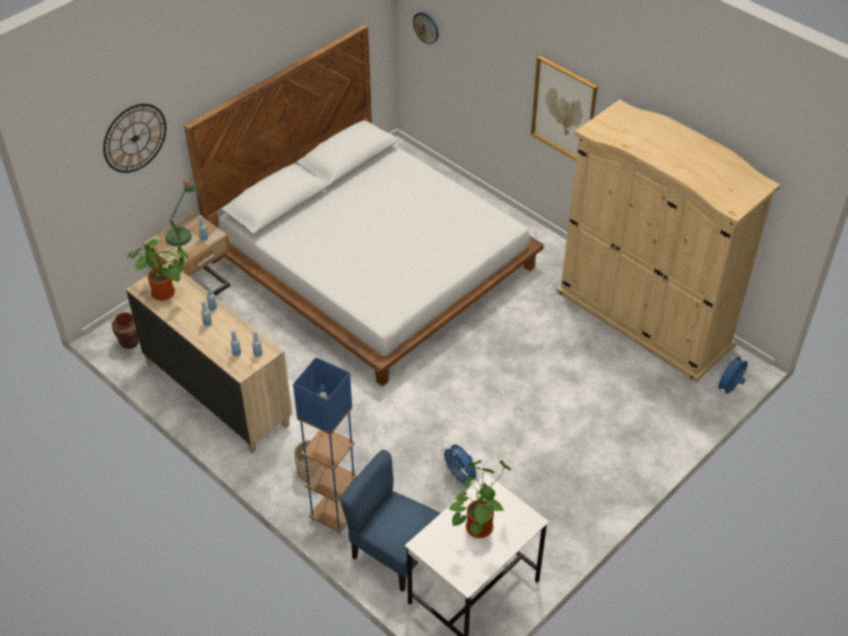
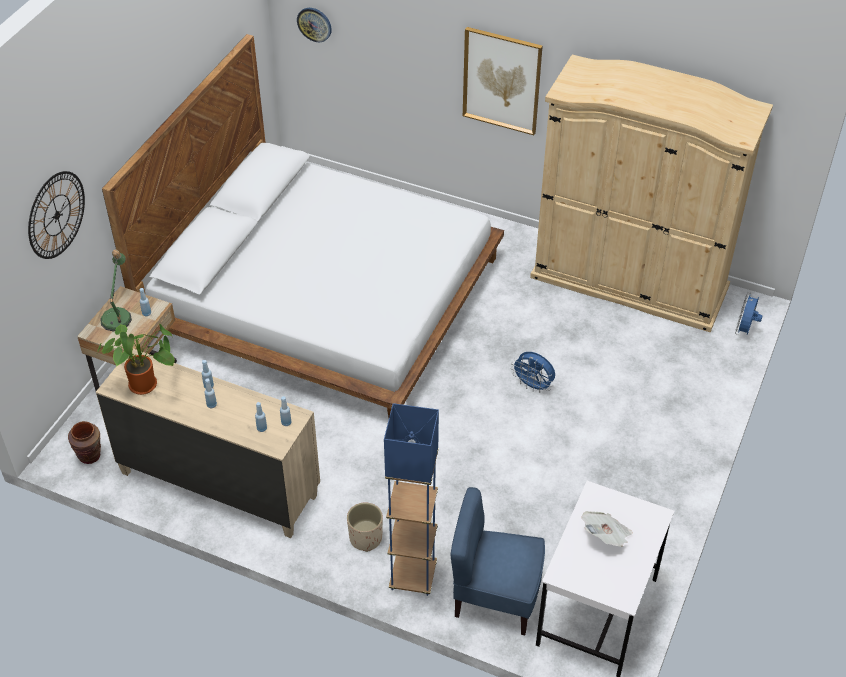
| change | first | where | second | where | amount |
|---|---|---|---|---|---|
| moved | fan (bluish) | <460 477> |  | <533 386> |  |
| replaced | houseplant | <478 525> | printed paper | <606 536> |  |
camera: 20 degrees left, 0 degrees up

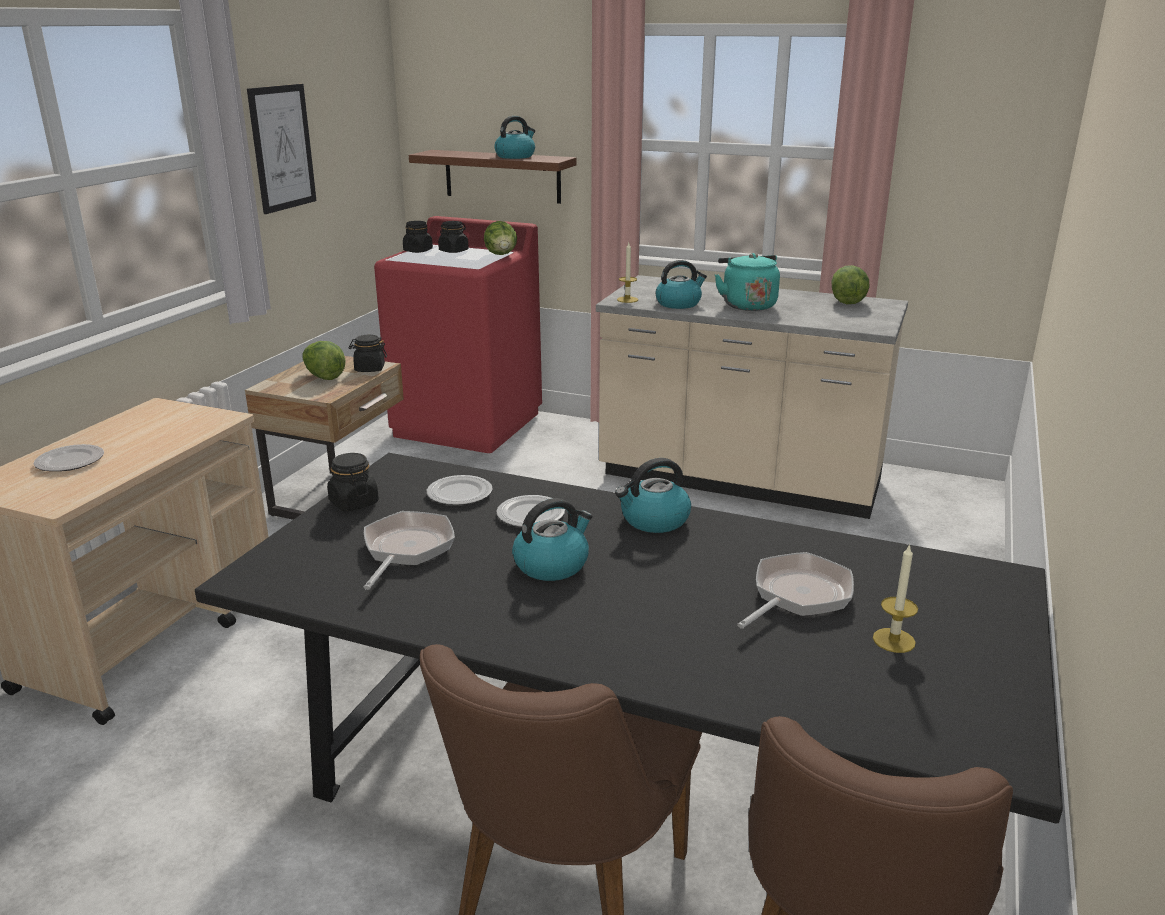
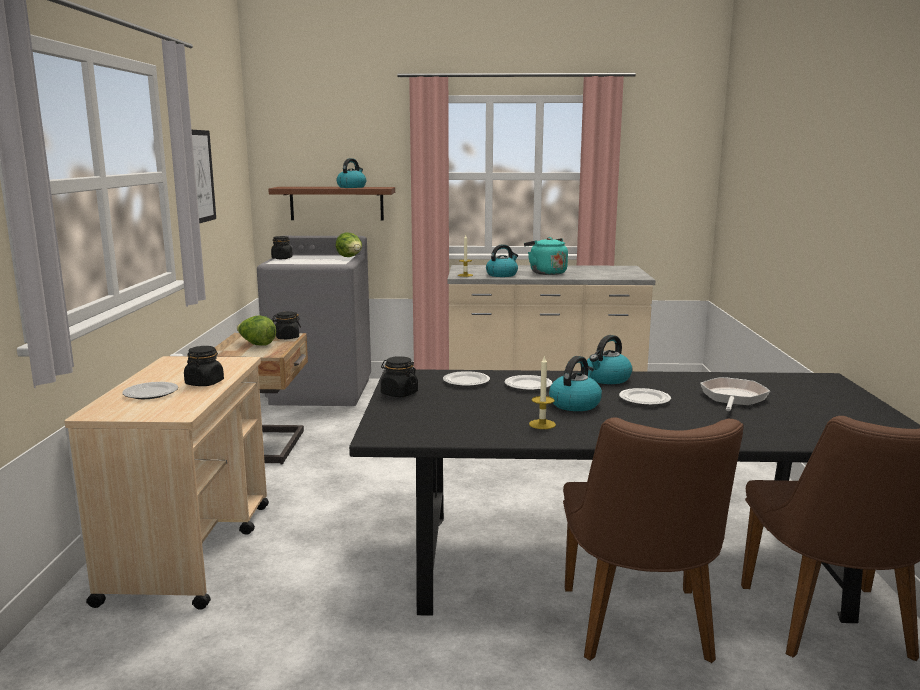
| change | first | where | second | where | amount |
|---|---|---|---|---|---|
| removed | pan | <406 549> |  |  |  |
| removed | head of lettuce | <847 301> |  |  |  |
| added |  |  | flat dish | <644 399> |  |
| moved | preserve jar (black) | <453 251> |  | <204 383> |  |
| moved | wax candle | <893 640> |  | <542 424> |  |
| recoloured | laundry machine (red) | <468 424> | laundry machine (greyish) | <321 391> |  |
camera: 20 degrees left, 10 degrees down

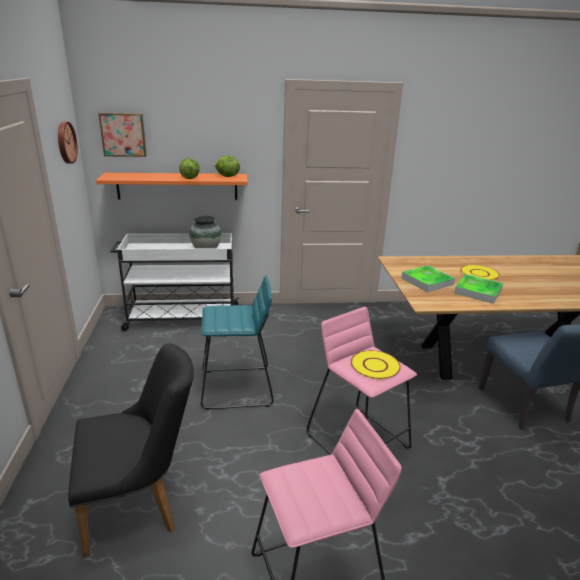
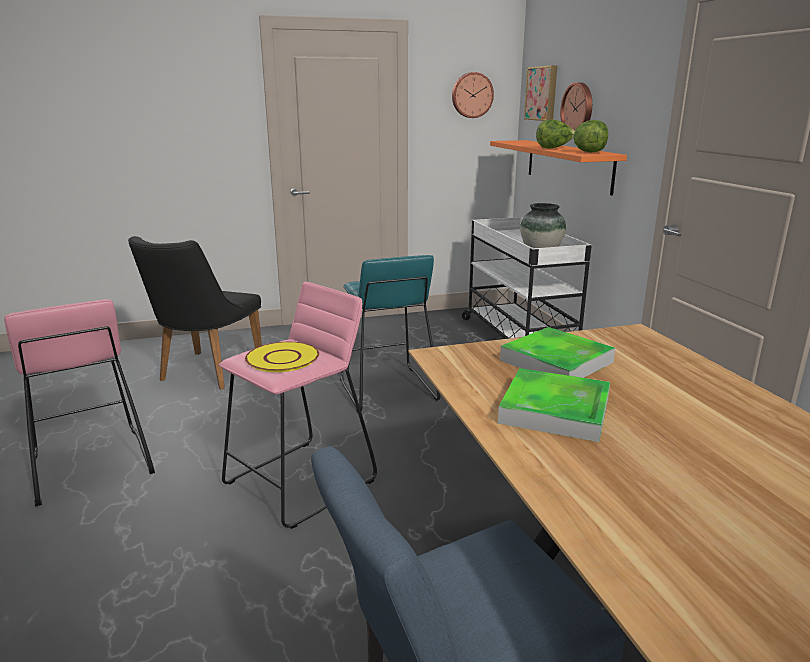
| change | first | where | second | where | amount |
|---|---|---|---|---|---|
| removed | flat dish (yellow-coloured) | <479 273> |  |  |  |
| added |  |  | hanging clock | <578 109> |  |
| turned | chair (black) | <141 505> |  | <205 374> | 45 degrees clockwise |
camera: 80 degrees right, 5 degrees down

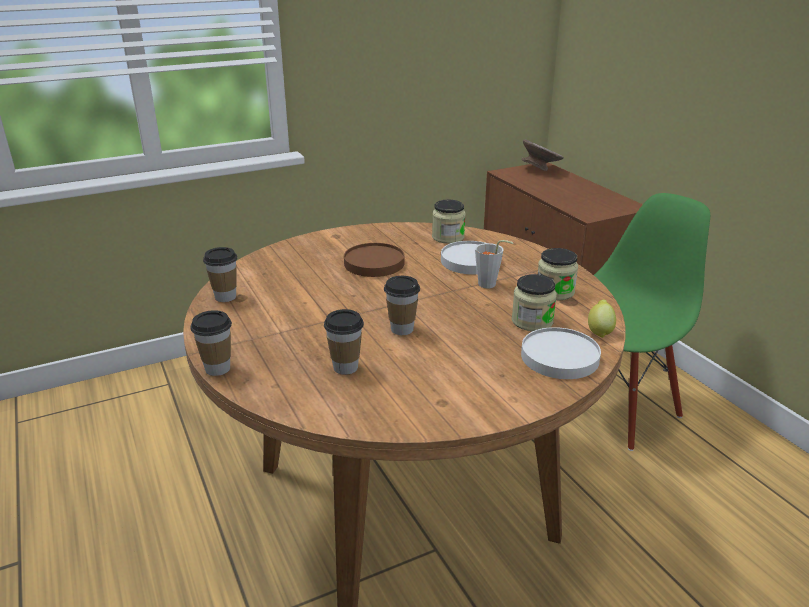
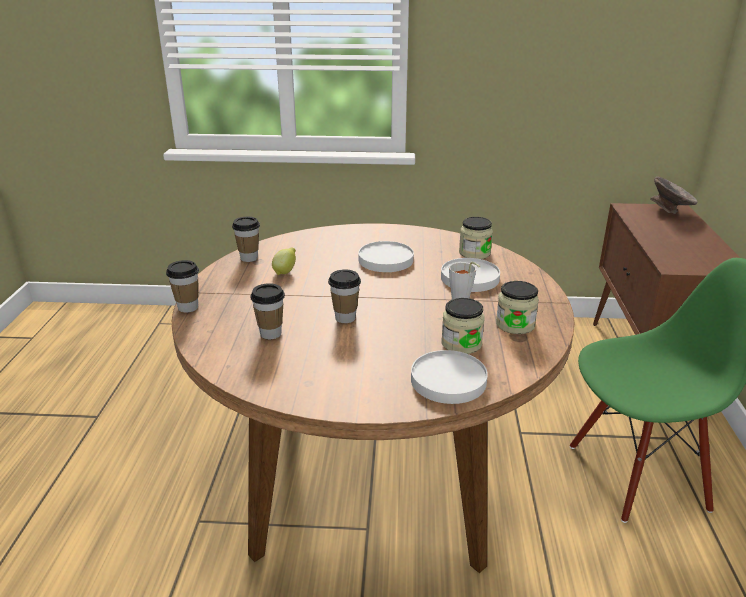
| change | first | where | second | where | amount |
|---|---|---|---|---|---|
| moved | lemon | <599 331> |  | <285 272> |  |
| recoloured | flat dish (brown-coloured) | <374 263> | flat dish (white-coloured) | <385 260> |  |
camera: 30 degrees right, 0 degrees up

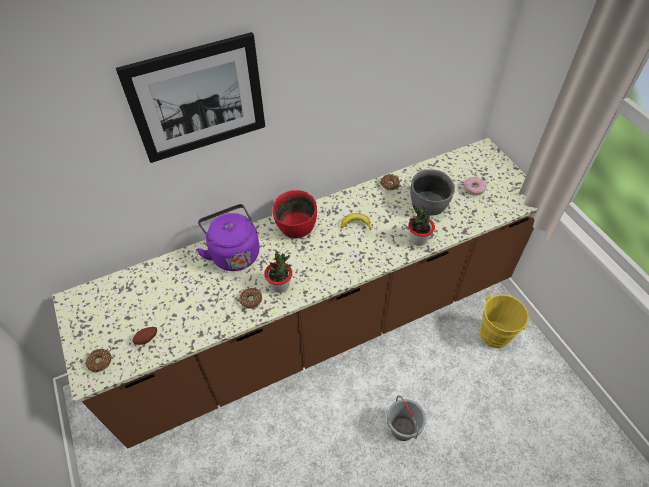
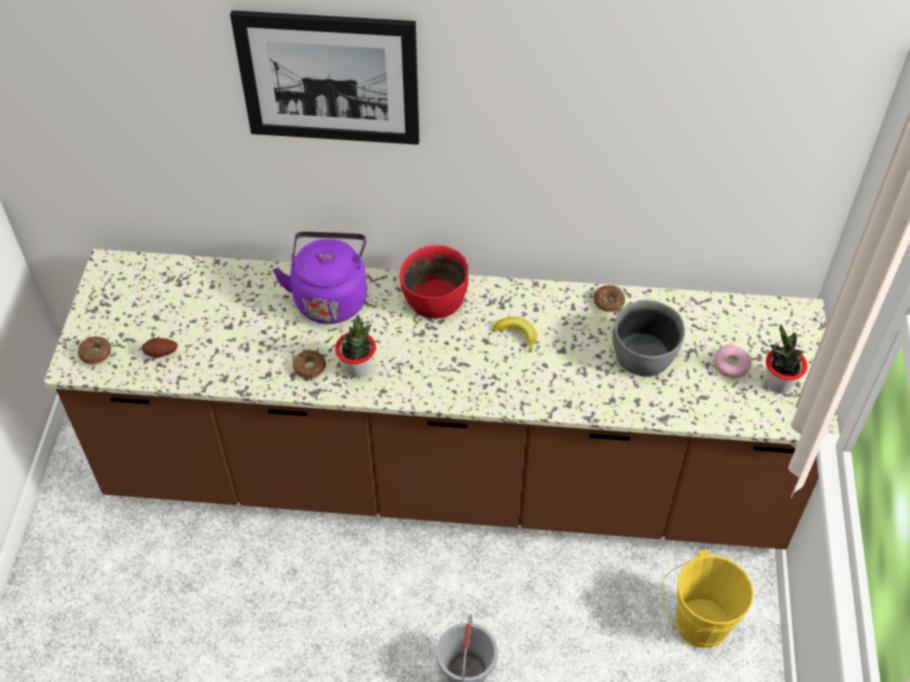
| change | first | where | second | where | amount |
|---|---|---|---|---|---|
| moved | houseplant | <418 239> |  | <779 383> |  |
camera: 30 degrees right, 0 degrees up

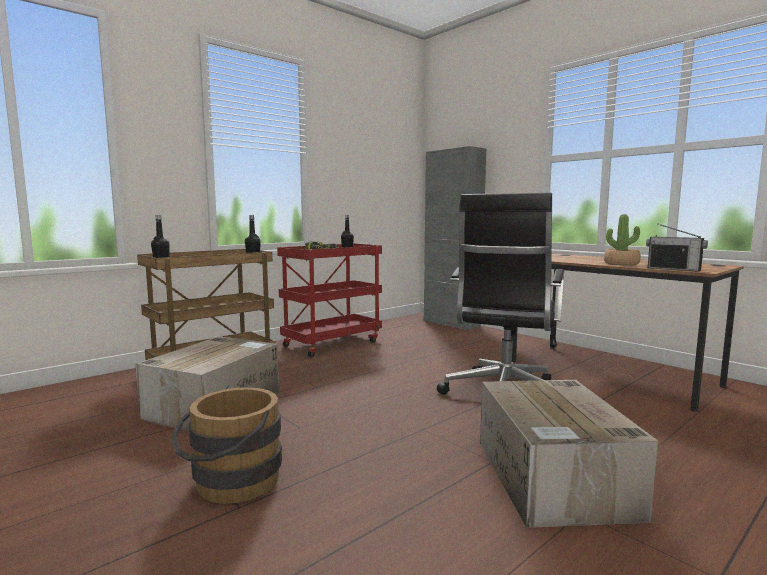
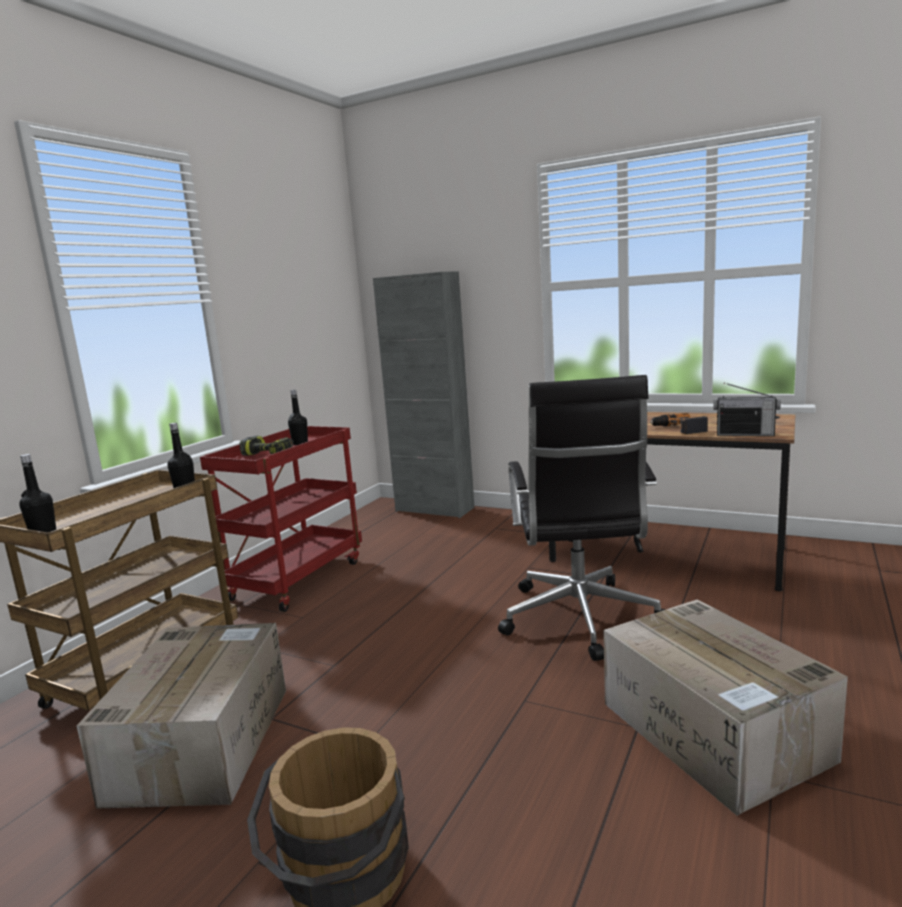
| change | first | where | second | where | amount |
|---|---|---|---|---|---|
| replaced | houseplant | <621 264> | drill | <678 429> |  |
camera: 20 degrees left, 5 degrees up

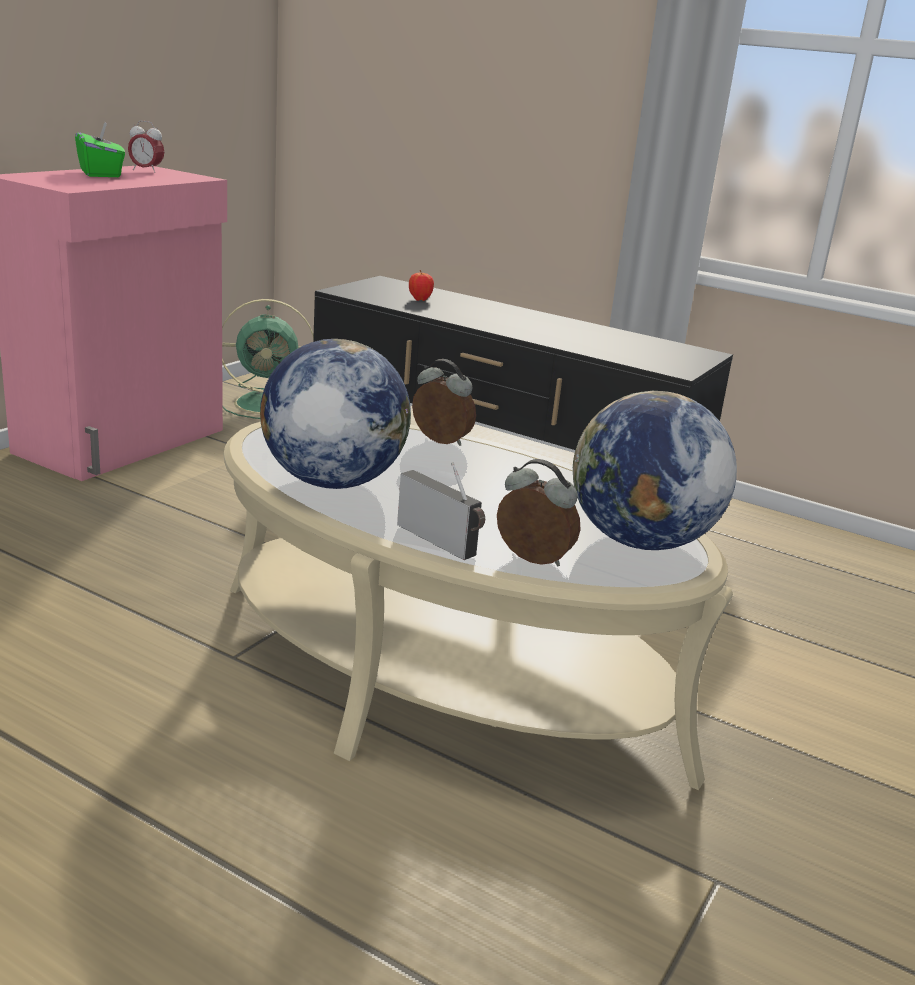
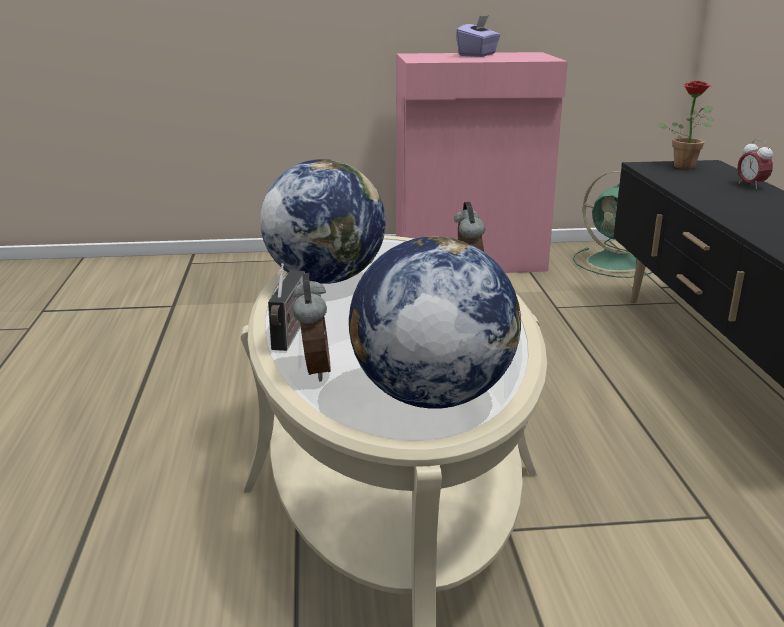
| change | first | where | second | where | amount |
|---|---|---|---|---|---|
| removed | whole apple | <420 300> |  |  |  |
| added |  |  | houseplant | <685 166> |  |
| moved | bedside clock | <146 171> |  | <751 185> |  |
| recoloured | tissue box (green-coloured) | <101 174> | tissue box (purple) | <478 55> |  |
camera: 55 degrees right, 0 degrees up

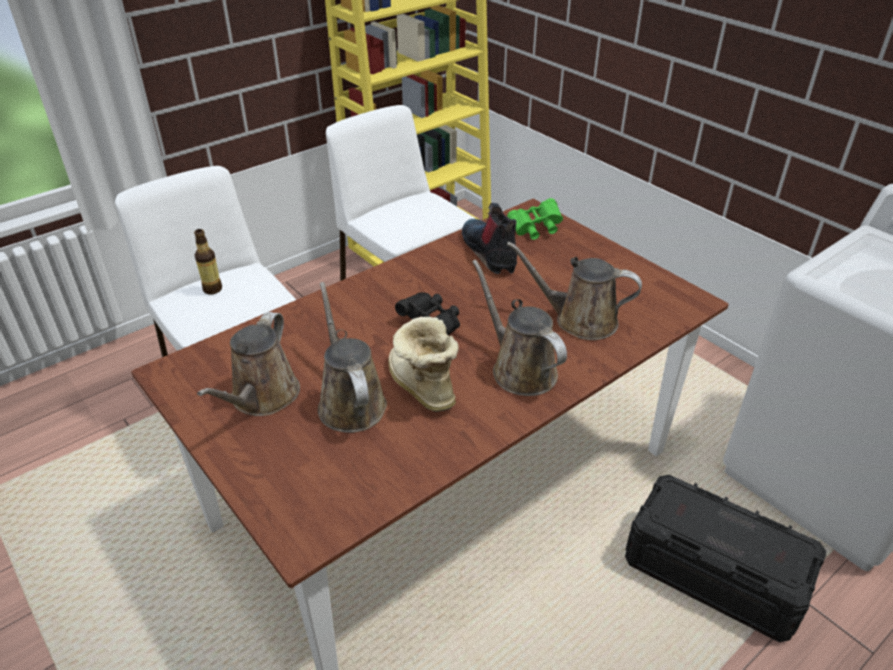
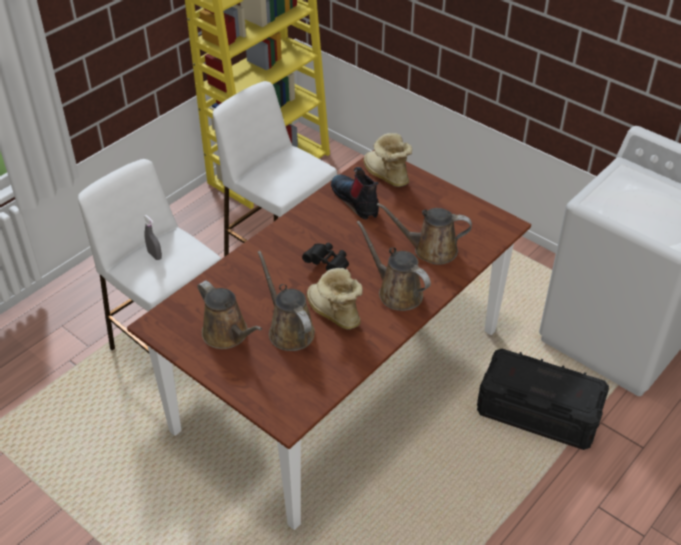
| change | first | where | second | where | amount |
|---|---|---|---|---|---|
| replaced | drink bottle | <212 289> | hand sprayer (greyish) | <155 255> |  |
| replaced | field glasses (green-coloured) | <535 229> | high-top boot | <385 176> |  |
| turned | watering pot (brown-coloured) | <262 398> |  | <228 335> | 45 degrees counterclockwise |
camera: 10 degrees left, 5 degrees up

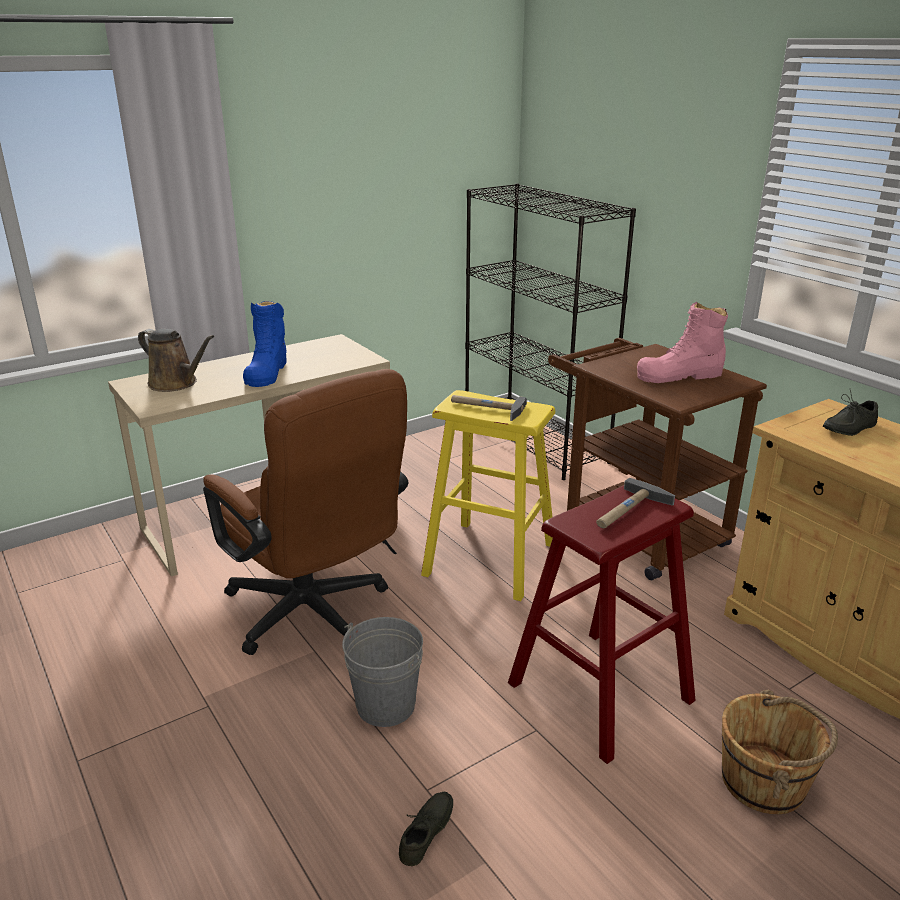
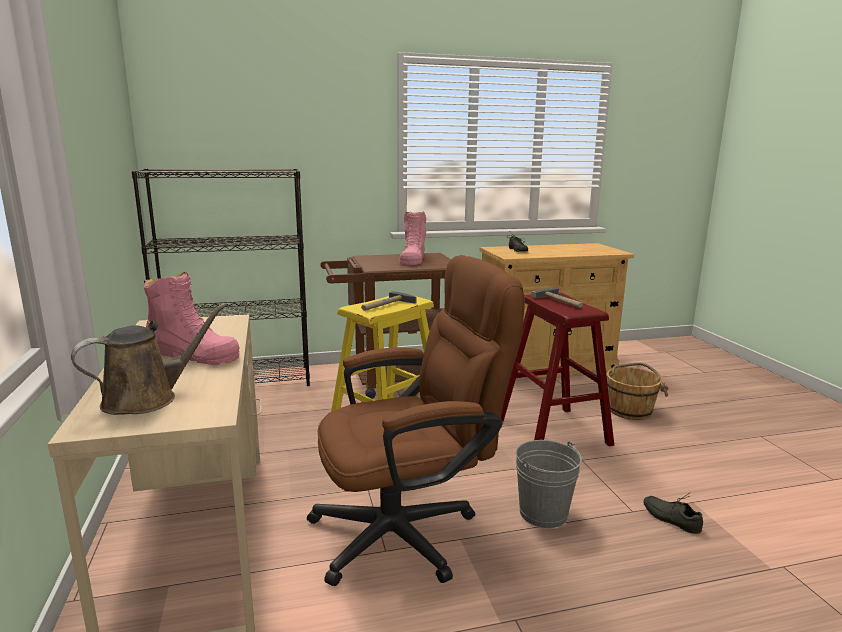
| change | first | where | second | where | amount |
|---|---|---|---|---|---|
| recoloured | high-top boot (bluish) | <267 372> | high-top boot (pink) | <194 355> |  |
camera: 70 degrees left, 10 degrees down

